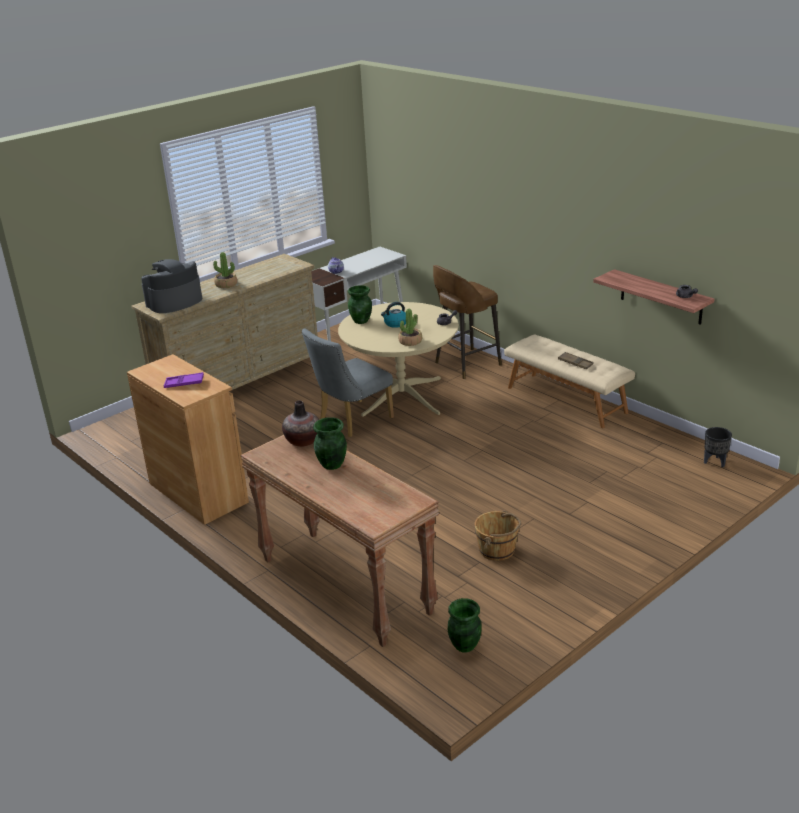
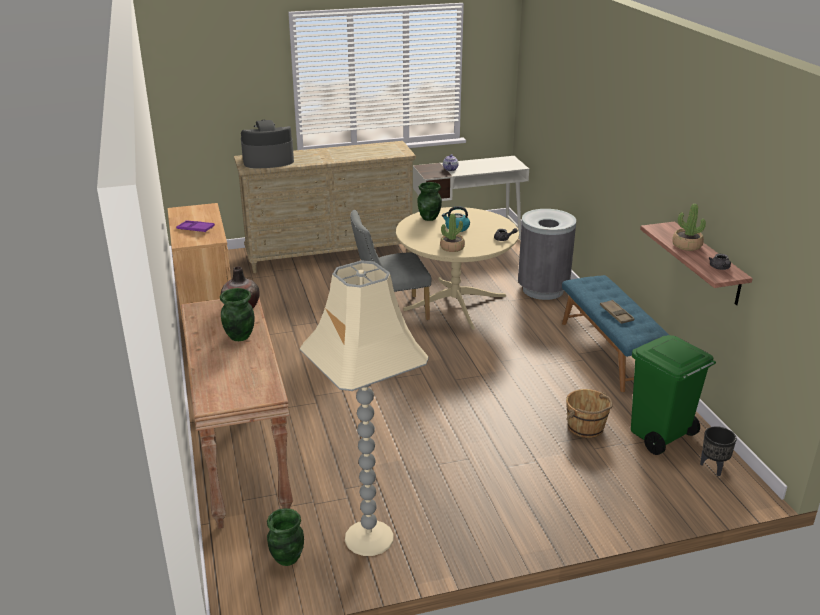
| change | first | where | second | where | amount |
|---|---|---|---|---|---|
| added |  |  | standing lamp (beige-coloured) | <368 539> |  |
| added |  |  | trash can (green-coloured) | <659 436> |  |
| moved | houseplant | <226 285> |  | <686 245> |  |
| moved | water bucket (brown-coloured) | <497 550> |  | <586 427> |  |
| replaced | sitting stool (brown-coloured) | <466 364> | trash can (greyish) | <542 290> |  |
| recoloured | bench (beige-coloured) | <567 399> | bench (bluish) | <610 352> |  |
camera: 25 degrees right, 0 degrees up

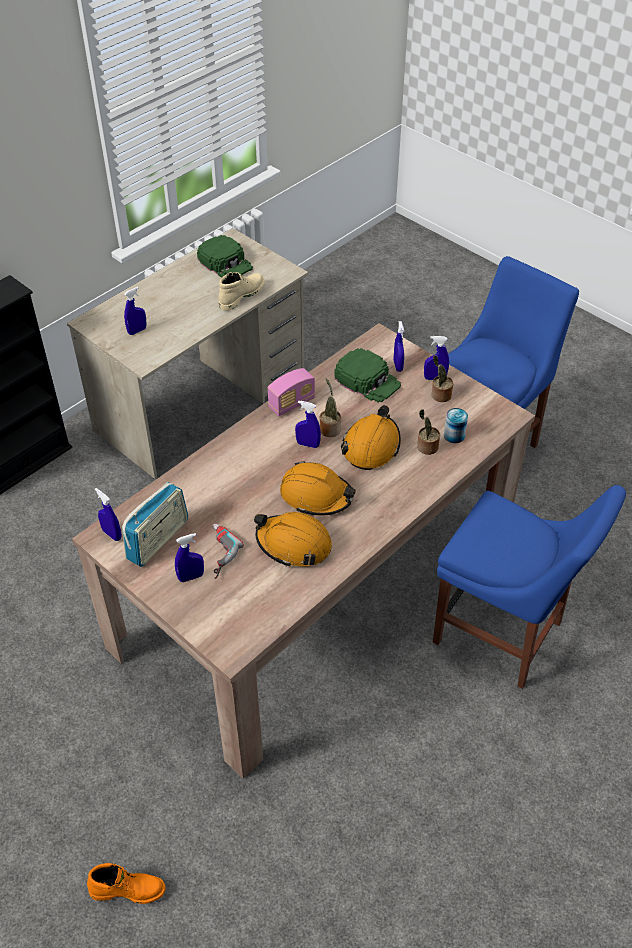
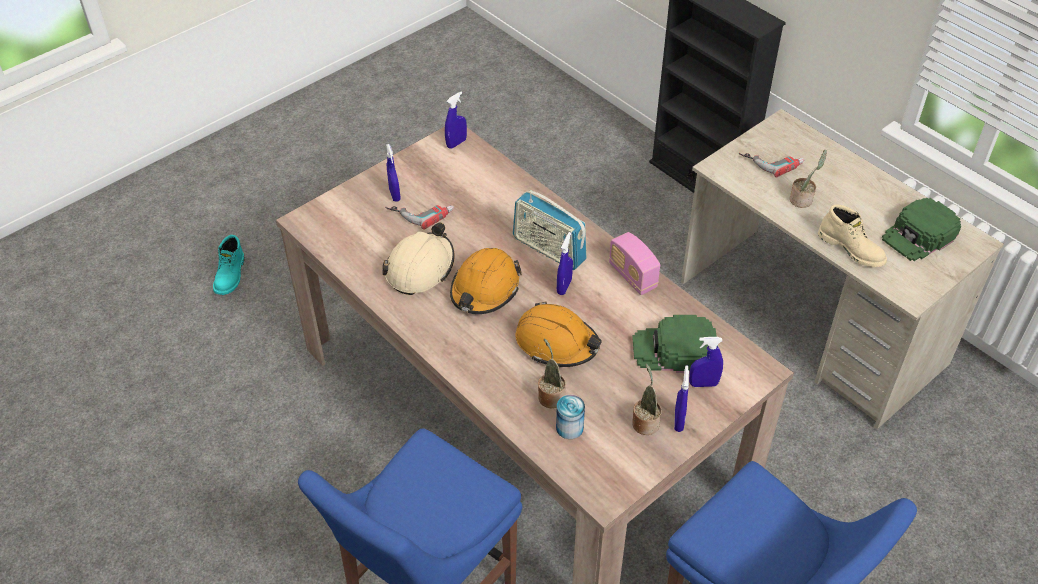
| change | first | where | second | where | amount |
|---|---|---|---|---|---|
| moved | radio receiver | <158 540> |  | <549 249> |  |
| moved | houseplant | <329 428> |  | <802 200> |  |
| replaced | hand sprayer (bluish) | <137 331> | drill | <771 161> |  |
| recoloured | high-top boot (orangey) | <128 889> | high-top boot (turquoise) | <231 275> |  |
| recoloured | hard hat (orangey) | <293 544> | hard hat (beige-coloured) | <420 268> |  |
| turned | baseball cap (green-coloured) | <368 380> |  | <674 350> | 45 degrees clockwise |
camera: 95 degrees right, 0 degrees up

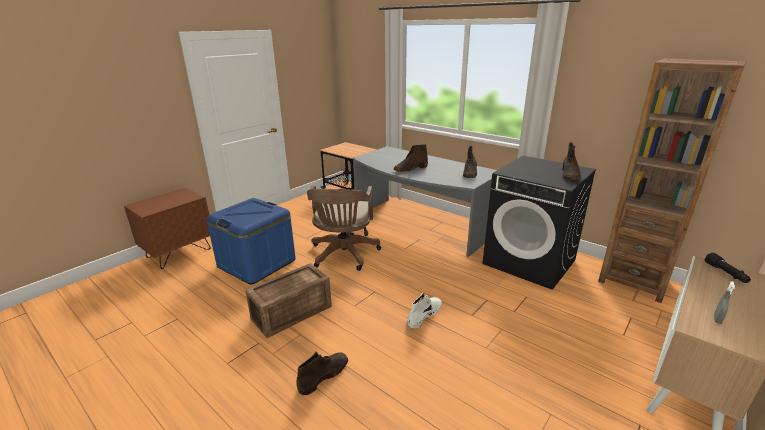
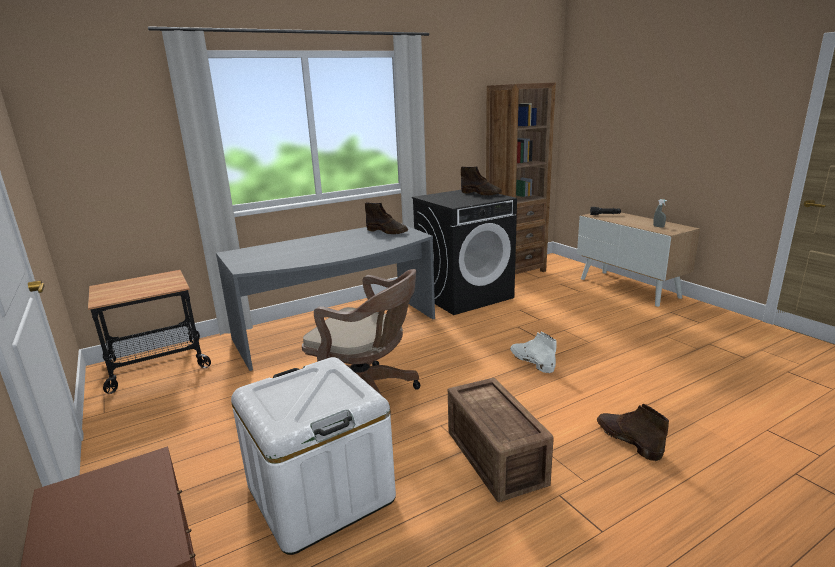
| change | first | where | second | where | amount |
|---|---|---|---|---|---|
| removed | high-top boot (brown-coloured) | <410 169> |  |  |  |
| recoloured | storage container (bluish) | <257 263> | storage container (white-coloured) | <320 492> |  |
camera: 70 degrees left, 5 degrees down

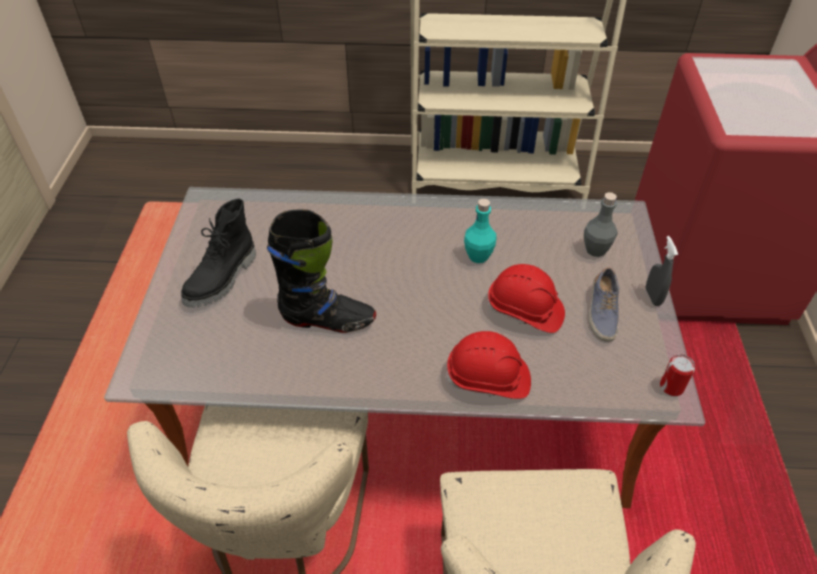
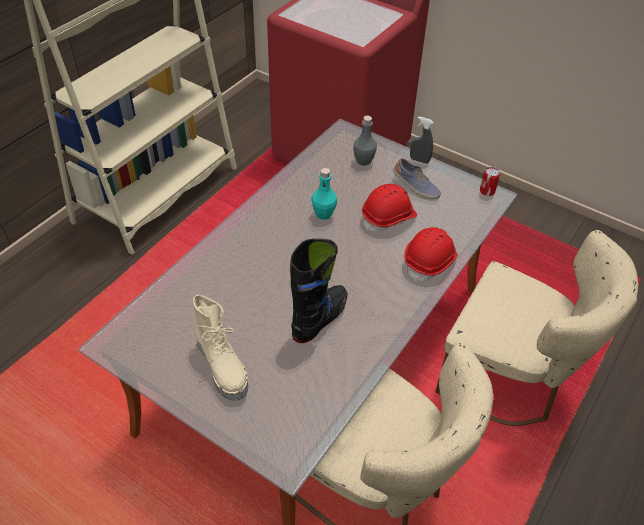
| change | first | where | second | where | amount |
|---|---|---|---|---|---|
| recoloured | high-top boot (black) | <223 279> | high-top boot (beige-coloured) | <223 366> |  |
camera: 60 degrees left, 0 degrees up

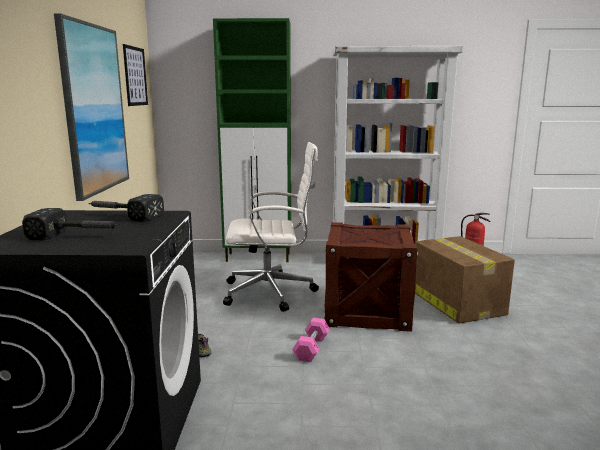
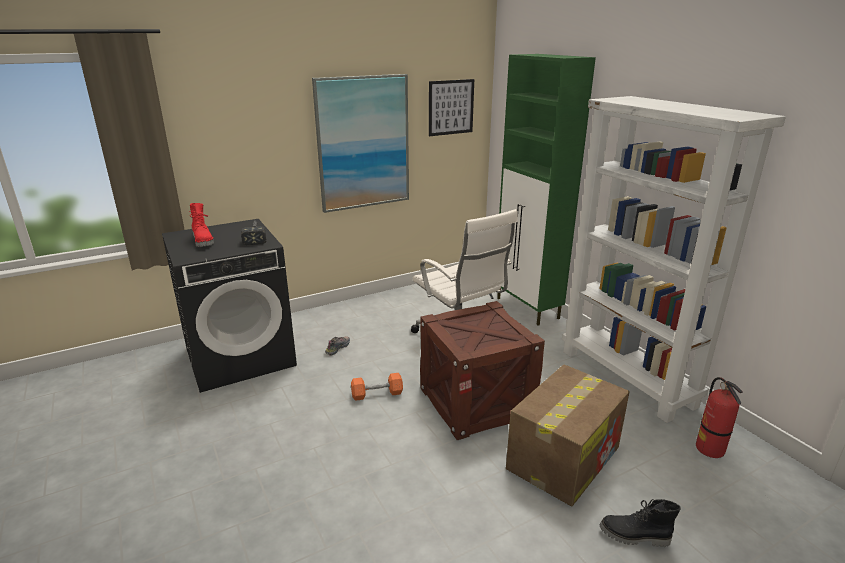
| change | first | where | second | where | amount |
|---|---|---|---|---|---|
| added |  |  | high-top boot (black) | <634 536> |  |
| replaced | tool hammer | <78 235> | high-top boot (red) | <203 241> |  |
| recoloured | hand weight (pink) | <311 348> | hand weight (orangey) | <377 394> |  |
camera: 60 degrees right, 10 degrees up

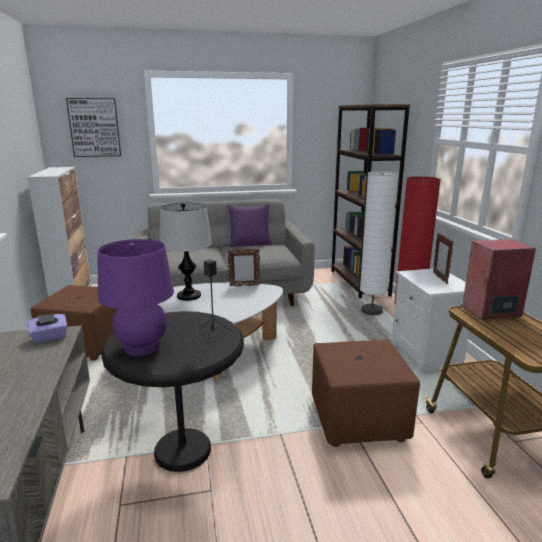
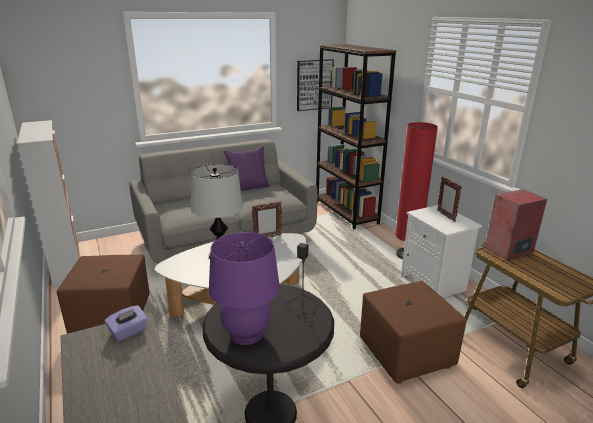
| change | first | where | second | where | amount |
|---|---|---|---|---|---|
| removed | standing lamp (white-coloured) | <371 311> |  |  |  |
| moved | picture | <94 127> |  | <314 85> |  |
camera: 15 degrees left, 5 degrees up

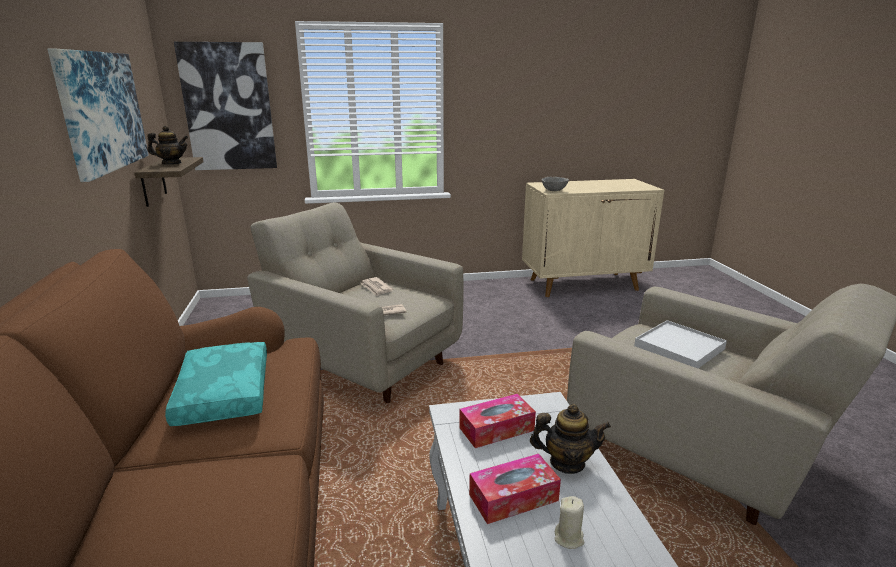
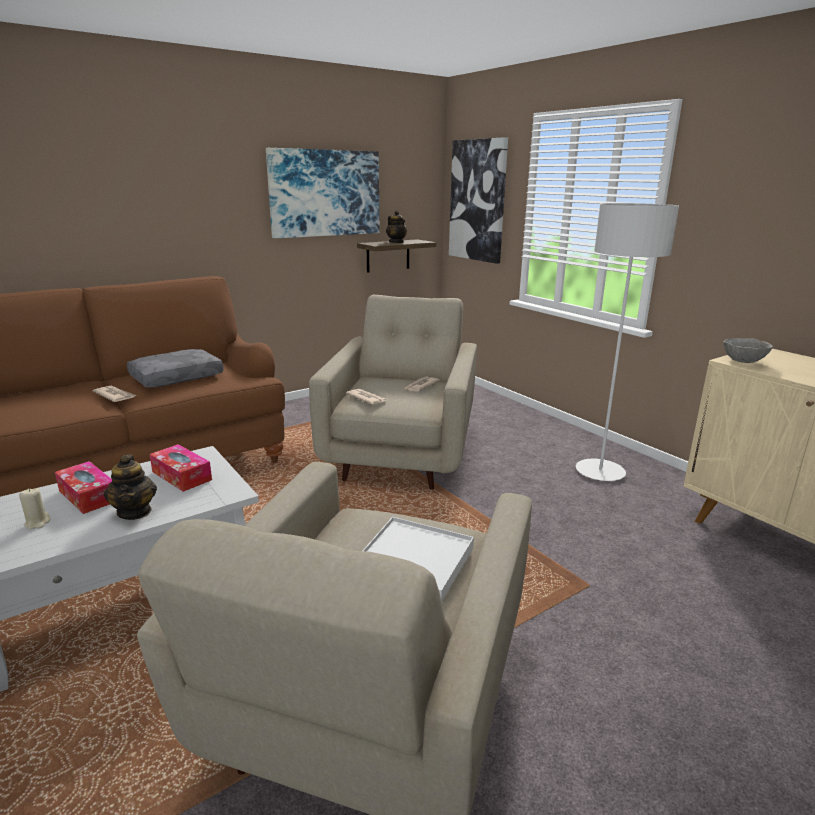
| change | first | where | second | where | amount |
|---|---|---|---|---|---|
| added |  |  | printed paper | <115 396> |  |
| added |  |  | standing lamp (greyish) | <600 472> |  |
| recoloured | pillow (turquoise) | <222 393> | pillow (greyish) | <177 377> |  |
camera: 65 degrees right, 0 degrees up

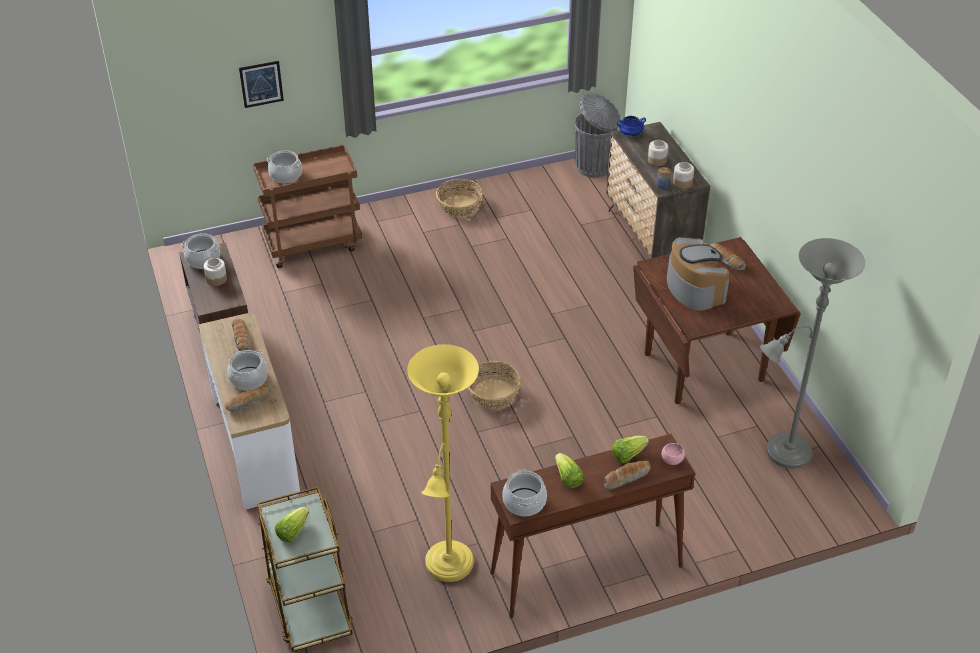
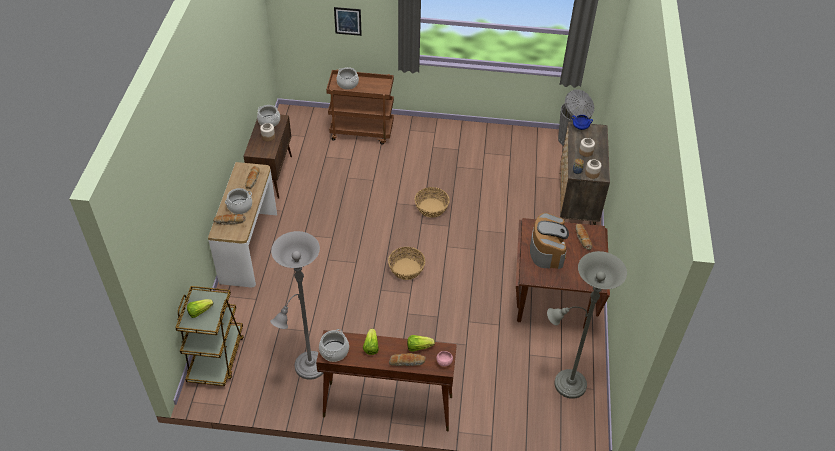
| change | first | where | second | where | amount |
|---|---|---|---|---|---|
| moved | storage basket | <459 206> |  | <431 208> |  |
| recoloured | standing lamp (yellow-coloured) | <448 568> | standing lamp (greyish) | <307 369> |  |
camera: 25 degrees right, 5 degrees up

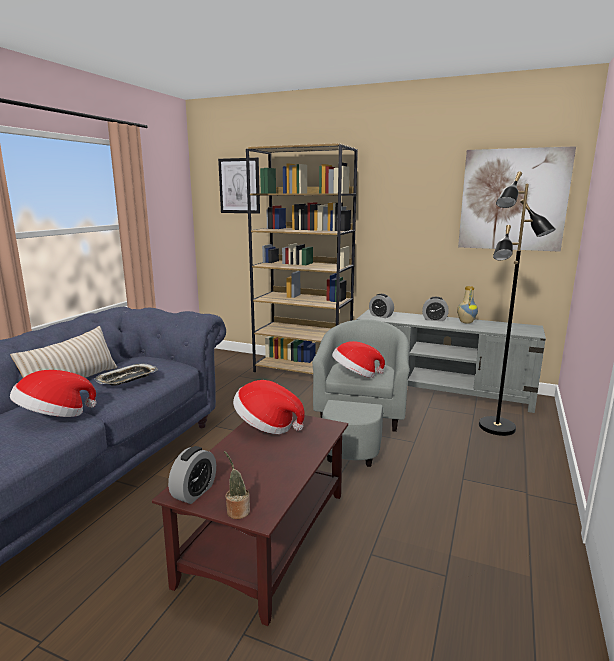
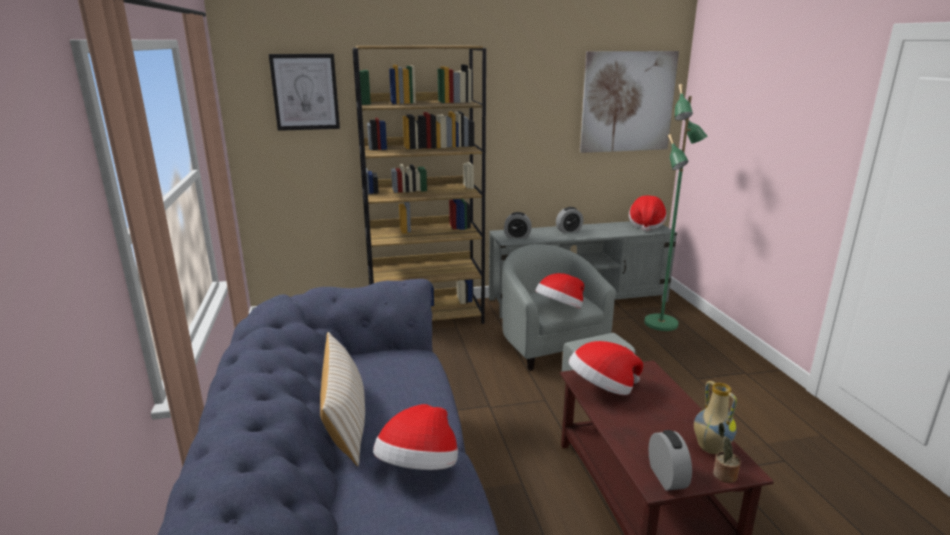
| change | first | where | second | where | amount |
|---|---|---|---|---|---|
| removed | serving tray | <127 379> |  |  |  |
| added |  |  | wearable hat | <646 225> |  |
| moved | flower vase | <465 322> |  | <710 448> |  |
| recoloured | standing lamp (black) | <497 427> | standing lamp (green-coloured) | <662 324> |  |
camera: 35 degrees left, 5 degrees up

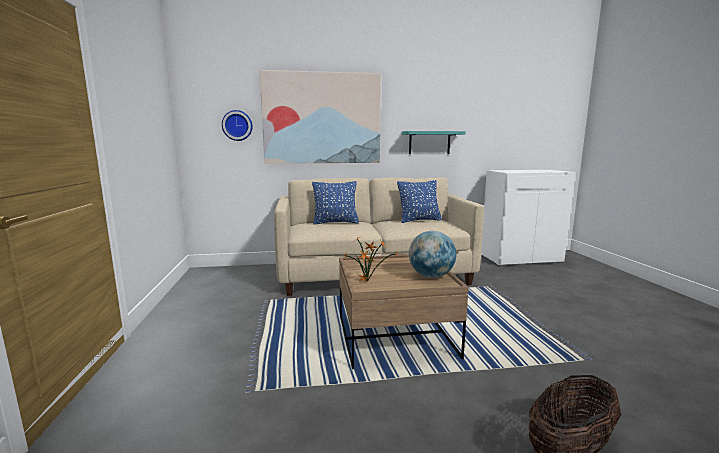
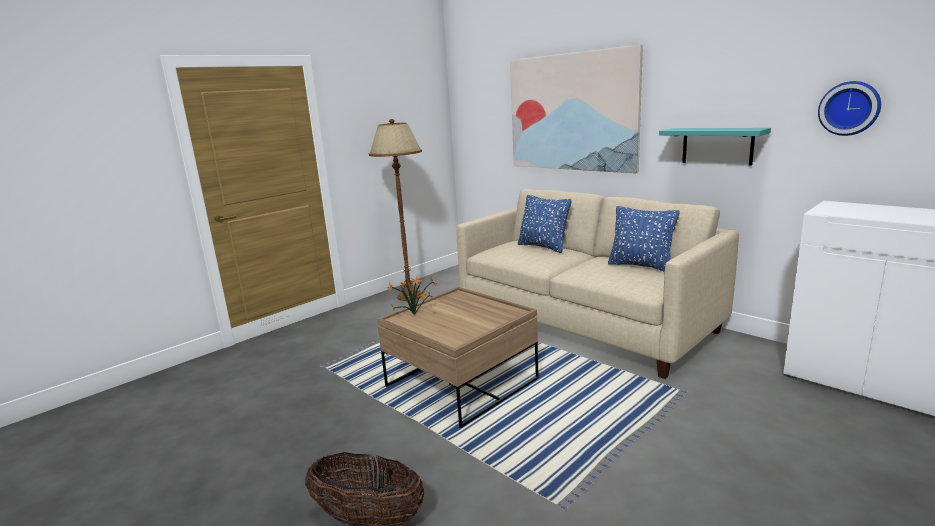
| change | first | where | second | where | amount |
|---|---|---|---|---|---|
| removed | globe | <431 276> |  |  |  |
| added |  |  | standing lamp (brown-coloured) | <409 296> |  |
| moved | hanging clock | <237 125> |  | <849 108> |  |
camera: 55 degrees right, 5 degrees up

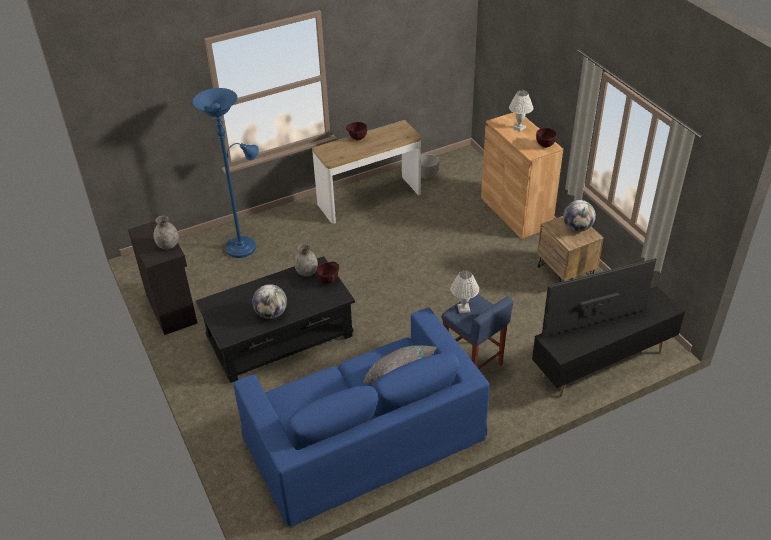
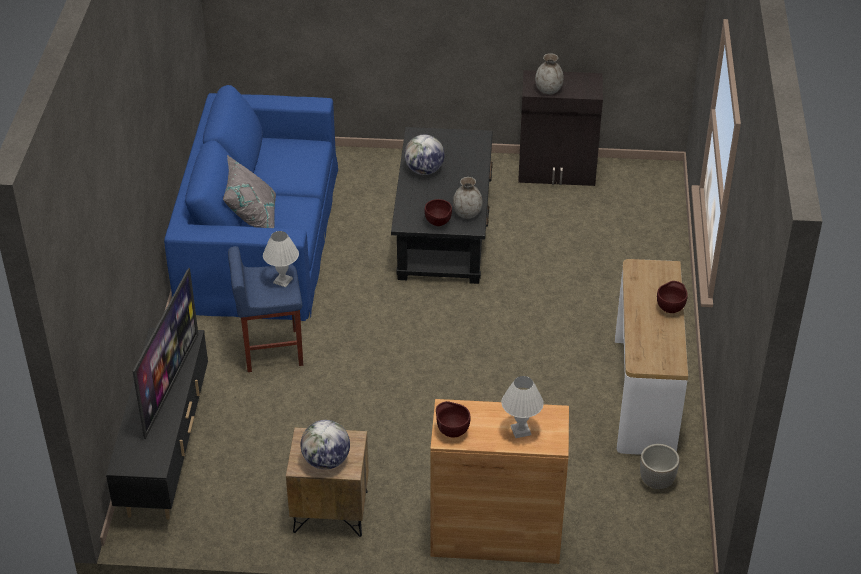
| change | first | where | second | where | amount |
|---|---|---|---|---|---|
| removed | standing lamp (bluish) | <244 246> |  |  |  |
camera: 120 degrees right, 0 degrees up

